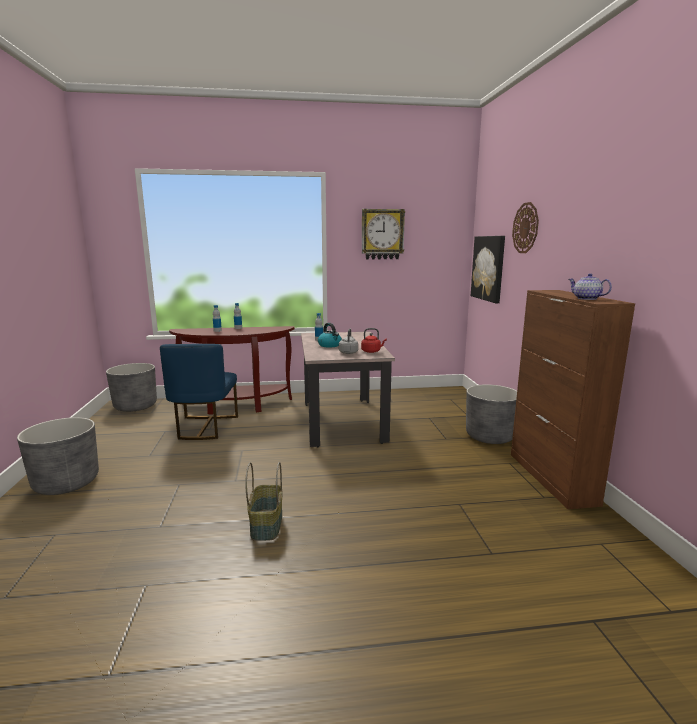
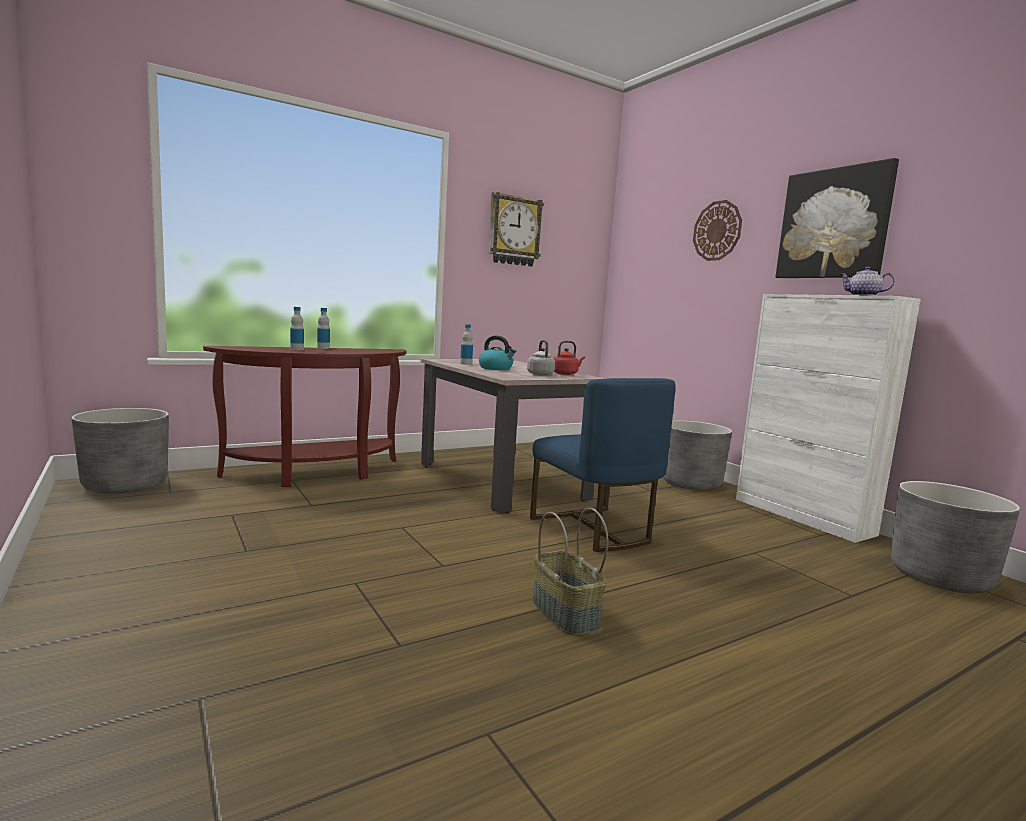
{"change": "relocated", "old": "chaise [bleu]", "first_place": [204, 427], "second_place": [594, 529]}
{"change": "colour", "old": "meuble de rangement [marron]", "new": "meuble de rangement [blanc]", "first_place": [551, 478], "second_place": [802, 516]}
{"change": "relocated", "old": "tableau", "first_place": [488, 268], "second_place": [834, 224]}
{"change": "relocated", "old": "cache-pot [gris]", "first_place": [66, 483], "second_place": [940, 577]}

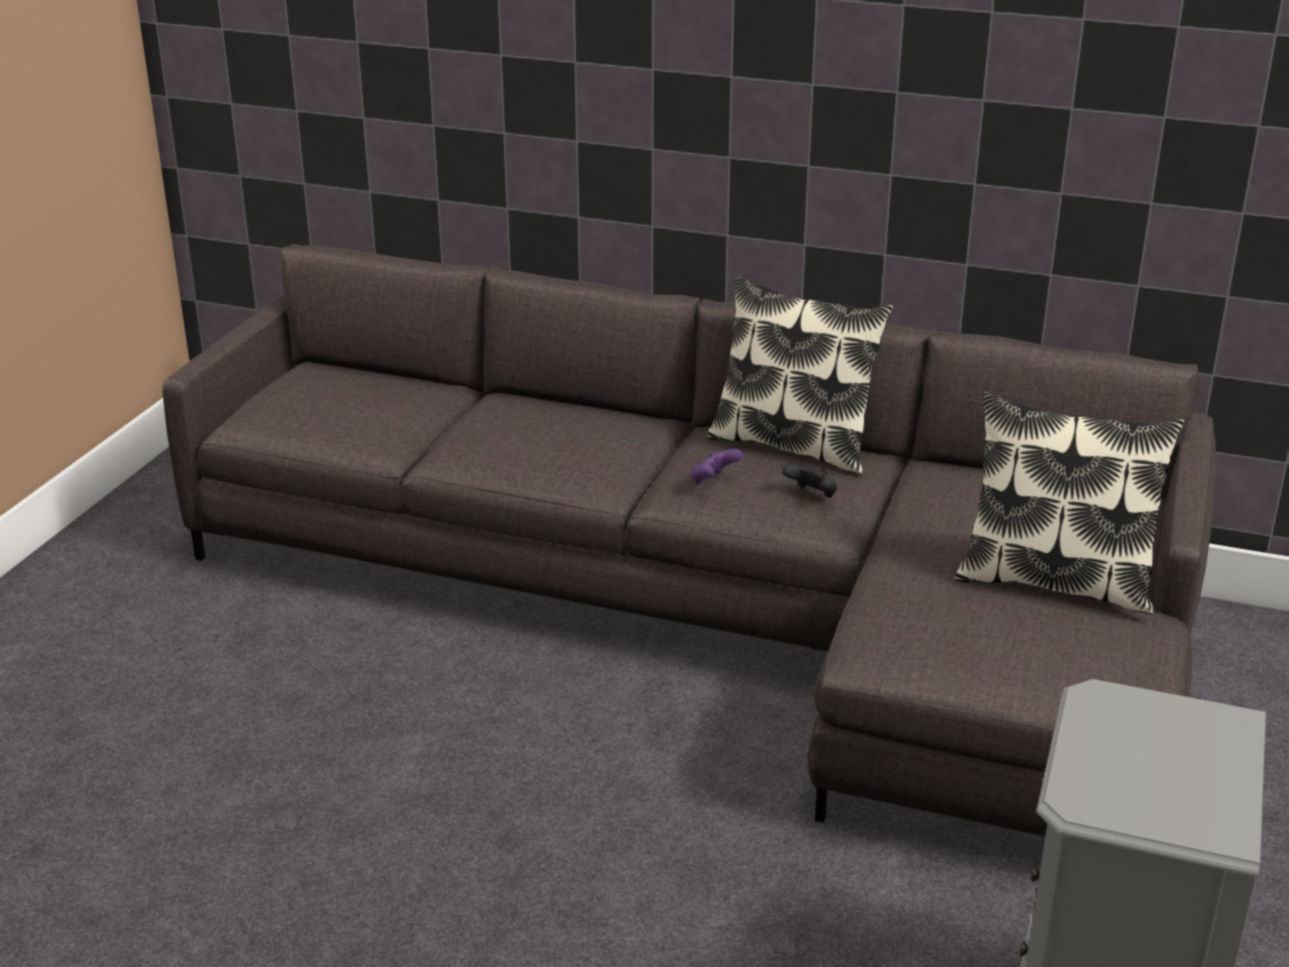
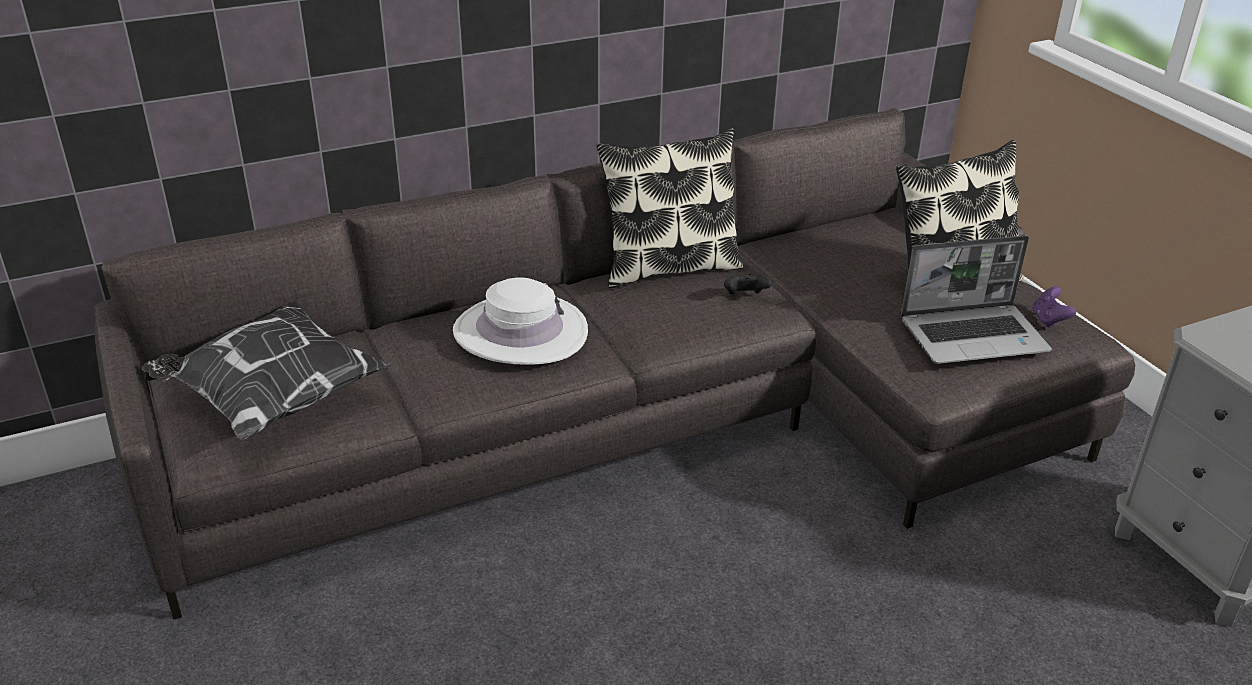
{"change": "appeared", "new": "coussin", "second_place": [272, 399]}
{"change": "appeared", "new": "chapeau [blanc]", "second_place": [520, 332]}
{"change": "appeared", "new": "ordinateur portable", "second_place": [974, 336]}
{"change": "relocated", "old": "manette [violet]", "first_place": [713, 481], "second_place": [1048, 320]}

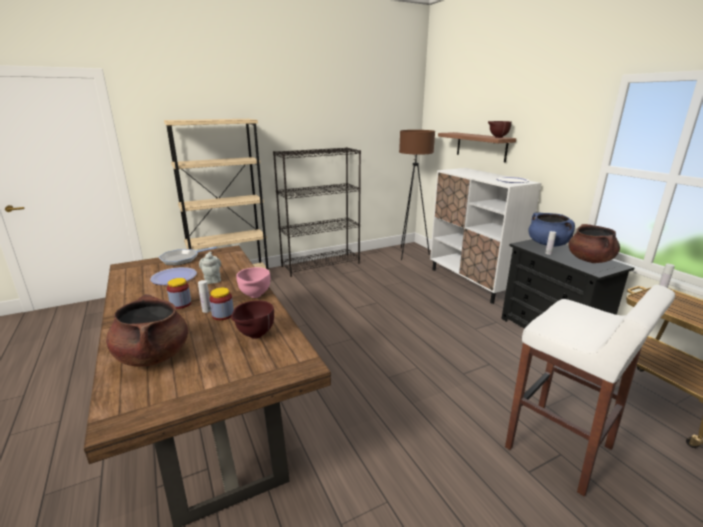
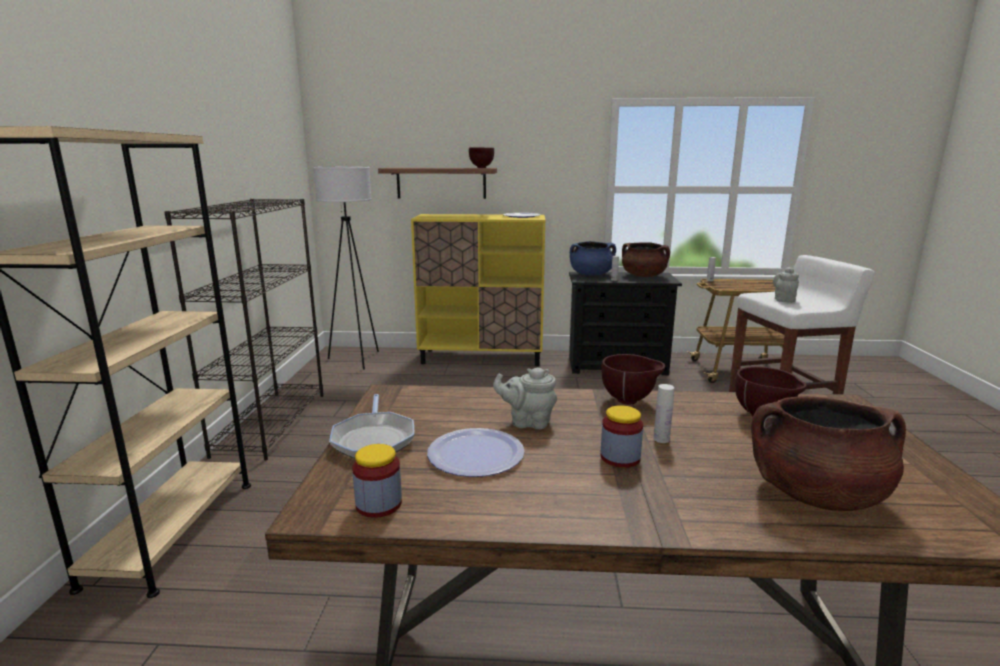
{"change": "colour", "old": "lampadaire [marron]", "new": "lampadaire [blanc]", "first_place": [410, 254], "second_place": [357, 360]}
{"change": "relocated", "old": "bocal", "first_place": [223, 315], "second_place": [379, 504]}
{"change": "colour", "old": "meuble de rangement [blanc]", "new": "meuble de rangement [jaune]", "first_place": [472, 282], "second_place": [482, 357]}
{"change": "colour", "old": "bol [rose]", "new": "bol [marron]", "first_place": [255, 296], "second_place": [630, 401]}
{"change": "appeared", "new": "théière [gris]", "second_place": [784, 299]}

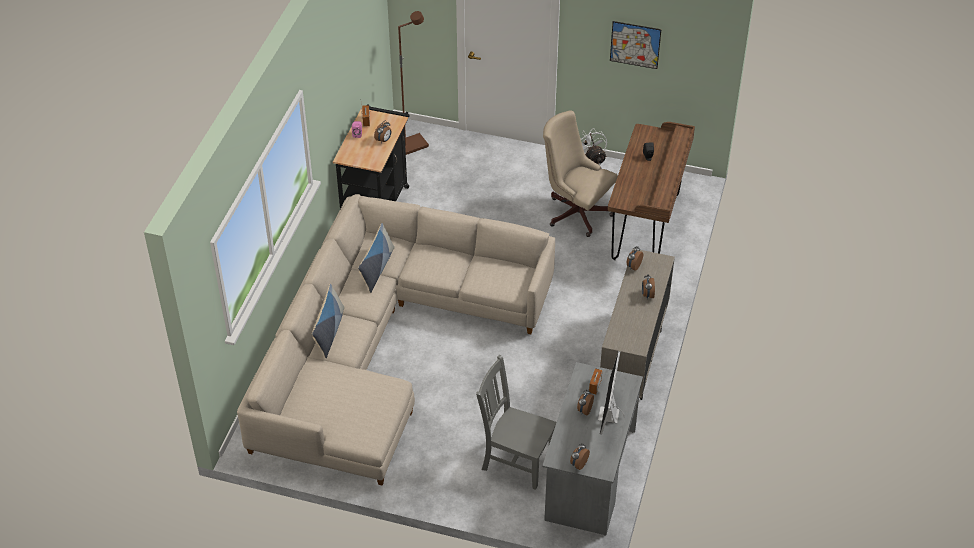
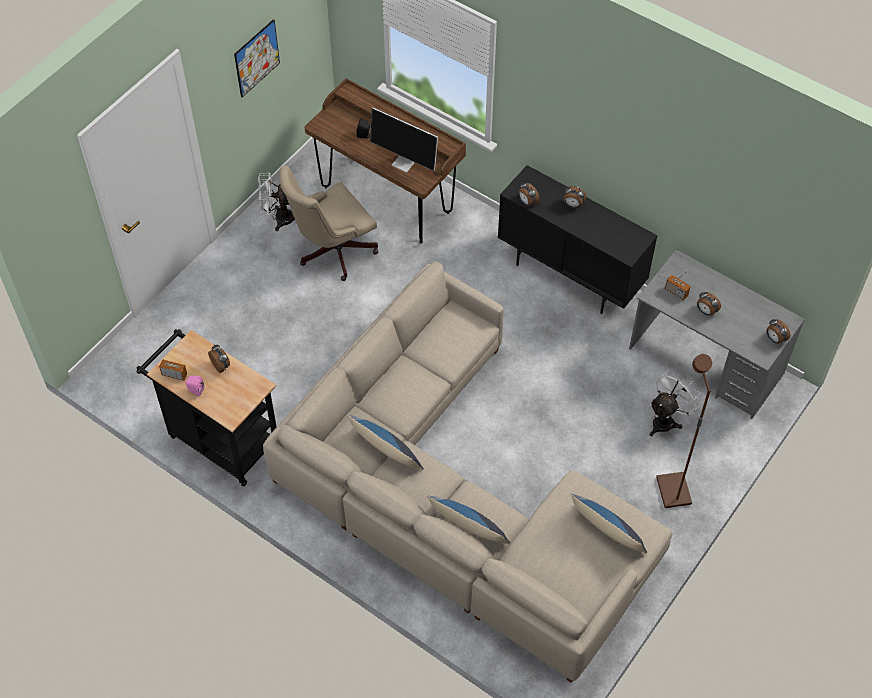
{"change": "relocated", "old": "écran d'ordinateur", "first_place": [608, 415], "second_place": [405, 162]}
{"change": "colour", "old": "meuble de rangement [beige]", "new": "meuble de rangement [noir]", "first_place": [632, 361], "second_place": [570, 276]}
{"change": "appeared", "new": "coussin", "second_place": [606, 533]}
{"change": "exchanged", "old": "chaise [gris]", "new": "ventilateur [blanc]", "first_place": [515, 460], "second_place": [666, 419]}
{"change": "relocated", "old": "lampadaire [marron]", "first_place": [412, 144], "second_place": [672, 491]}

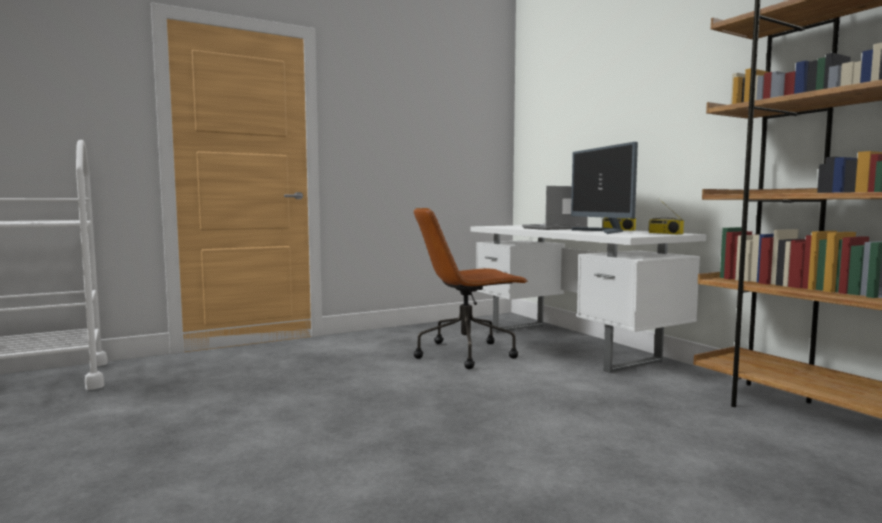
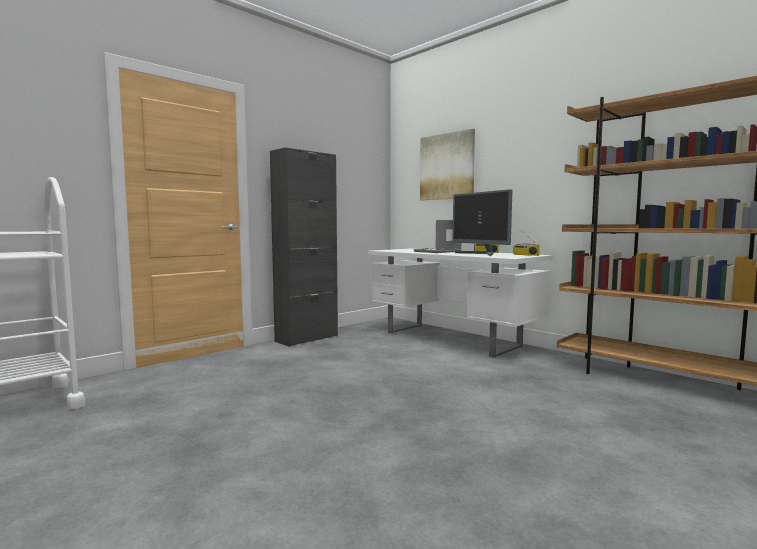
{"change": "appeared", "new": "meuble de rangement [noir]", "second_place": [307, 339]}
{"change": "appeared", "new": "tableau", "second_place": [447, 166]}
{"change": "missing", "old": "chaise de bureau [marron]", "first_place": [467, 353]}

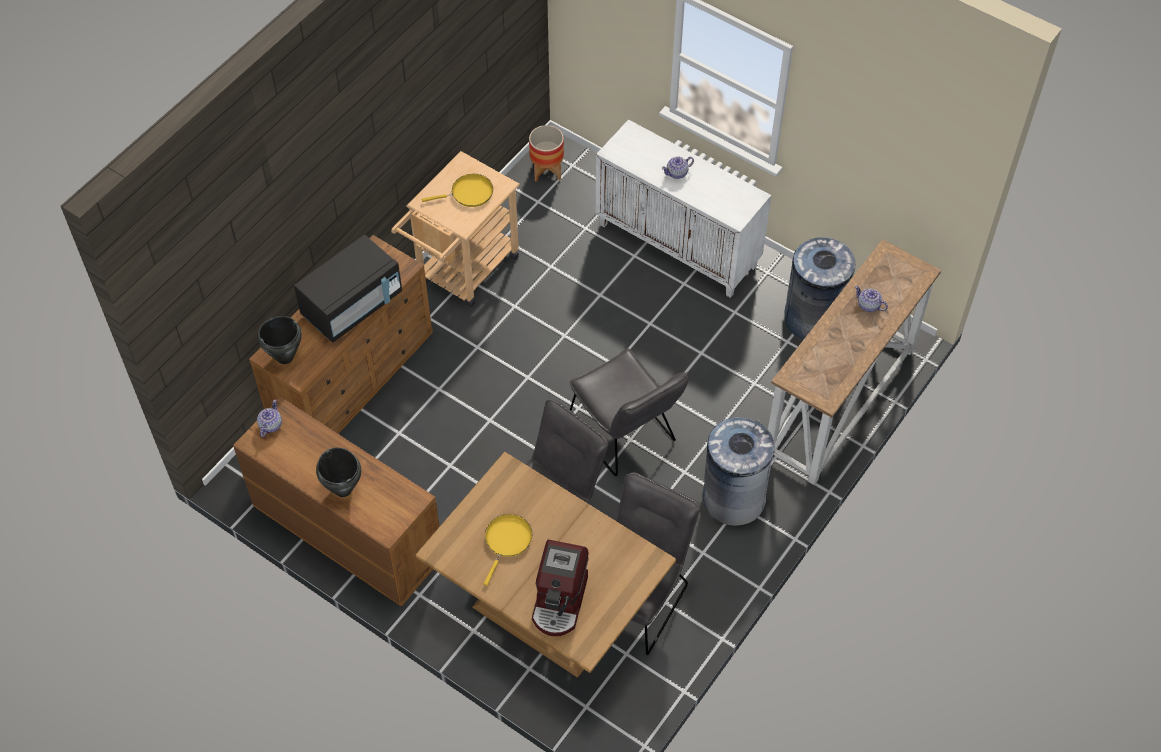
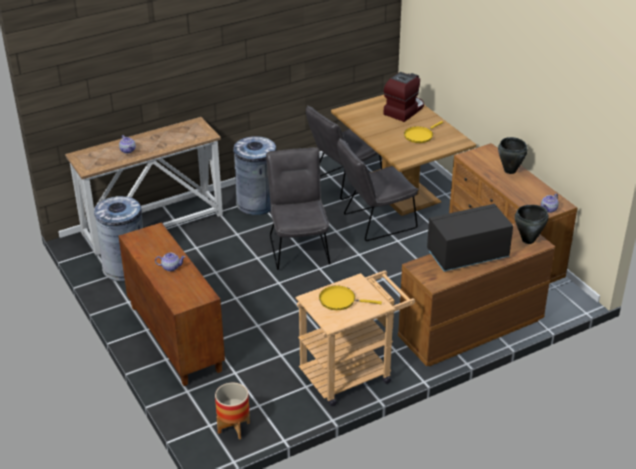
{"change": "colour", "old": "meuble de rangement [blanc]", "new": "meuble de rangement [marron]", "first_place": [679, 245], "second_place": [174, 338]}

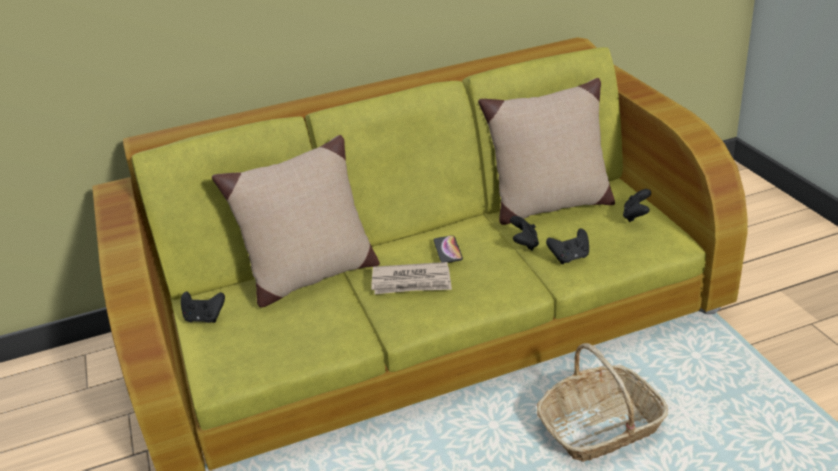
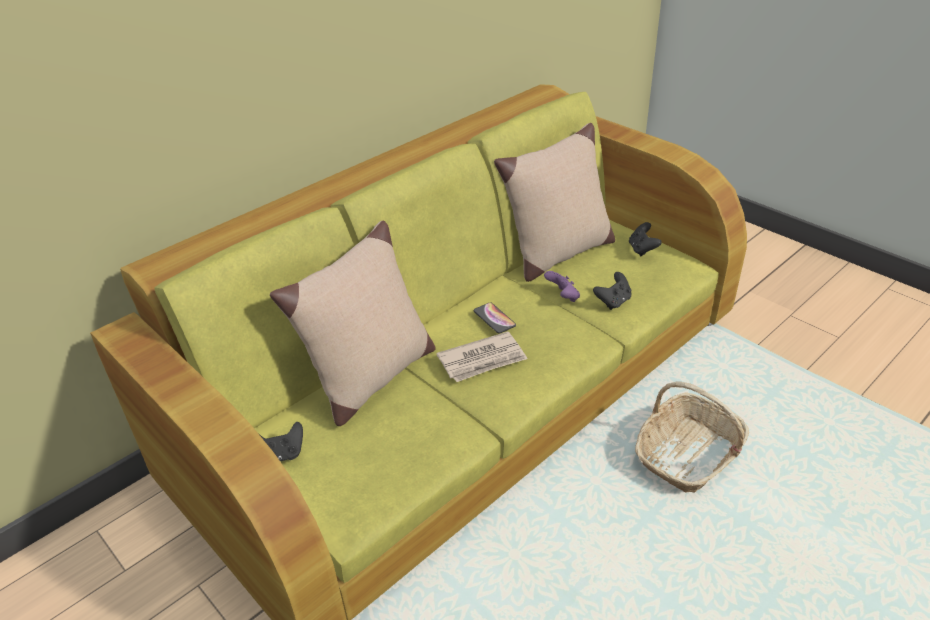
{"change": "colour", "old": "manette [noir]", "new": "manette [violet]", "first_place": [524, 244], "second_place": [563, 297]}

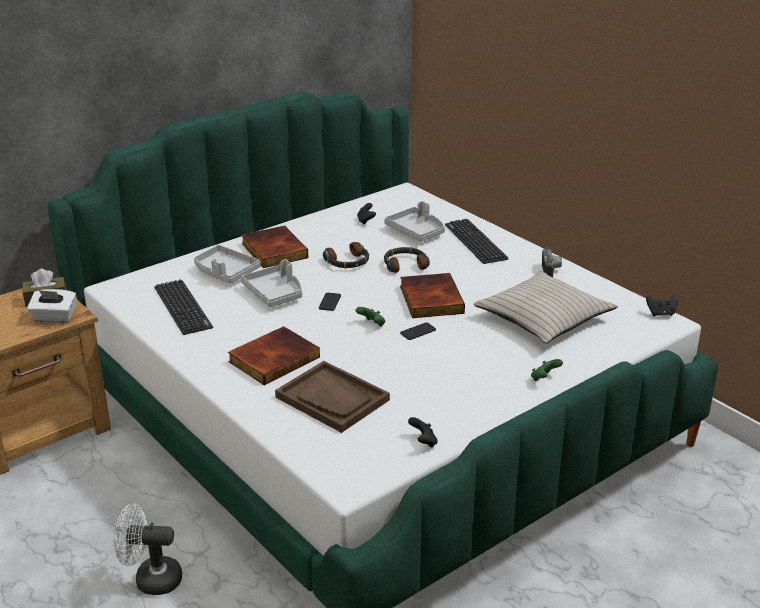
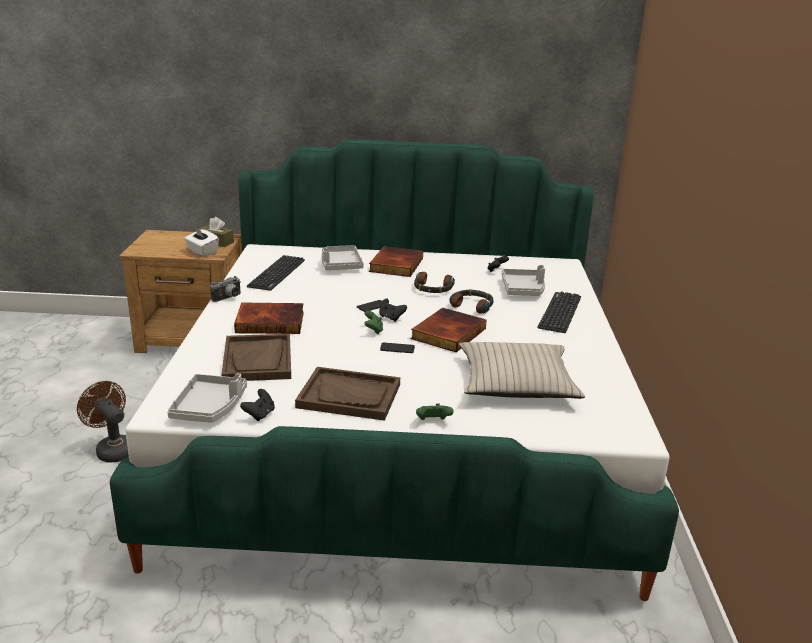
{"change": "colour", "old": "ventilateur [blanc]", "new": "ventilateur [marron]", "first_place": [151, 579], "second_place": [112, 449]}
{"change": "relocated", "old": "plateau [gris]", "first_place": [275, 293], "second_place": [209, 407]}
{"change": "relocated", "old": "appareil photo", "first_place": [551, 271], "second_place": [228, 298]}
{"change": "appeared", "new": "plateau [marron]", "second_place": [349, 396]}
{"change": "relocated", "old": "manette [noir]", "first_place": [661, 314], "second_place": [391, 318]}

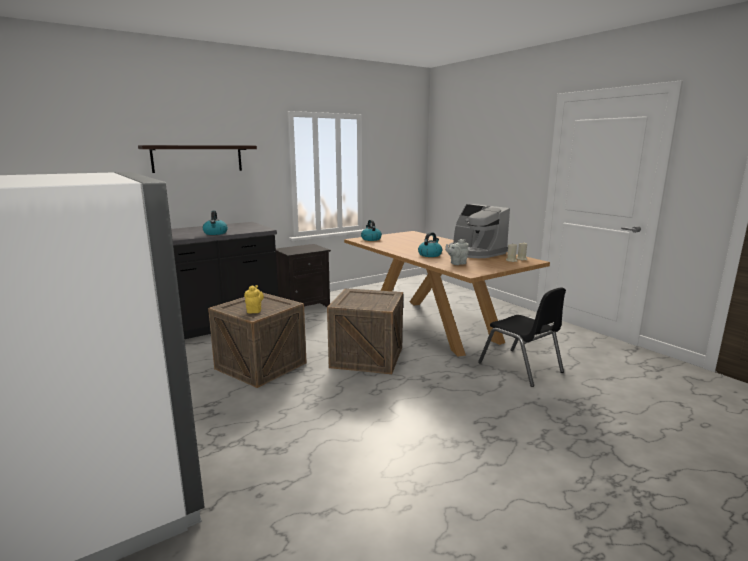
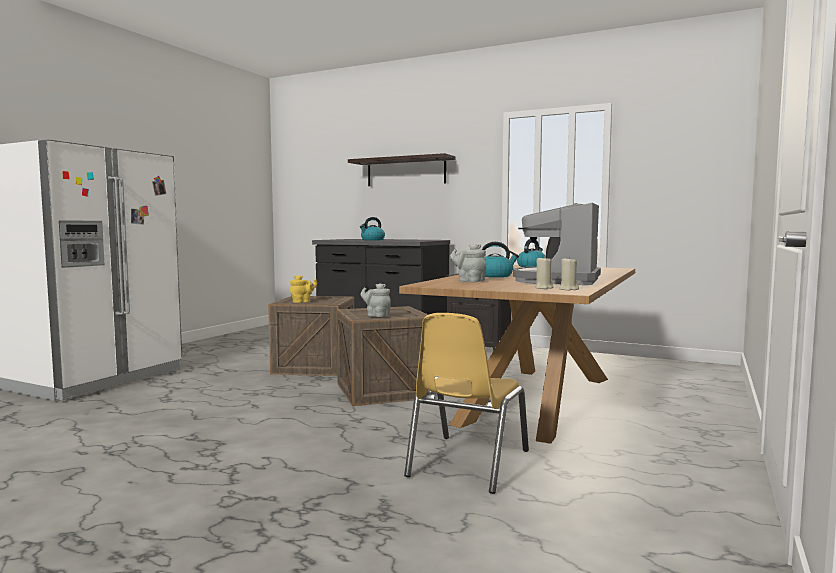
{"change": "appeared", "new": "théière [gris]", "second_place": [376, 315]}
{"change": "colour", "old": "chaise [noir]", "new": "chaise [jaune]", "first_place": [520, 367], "second_place": [467, 463]}

